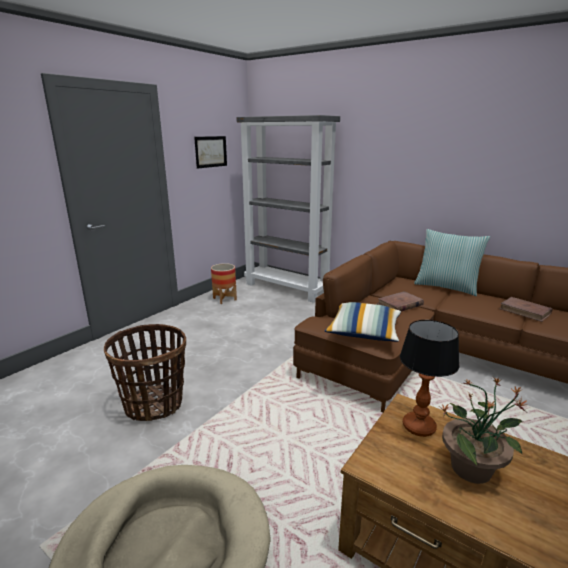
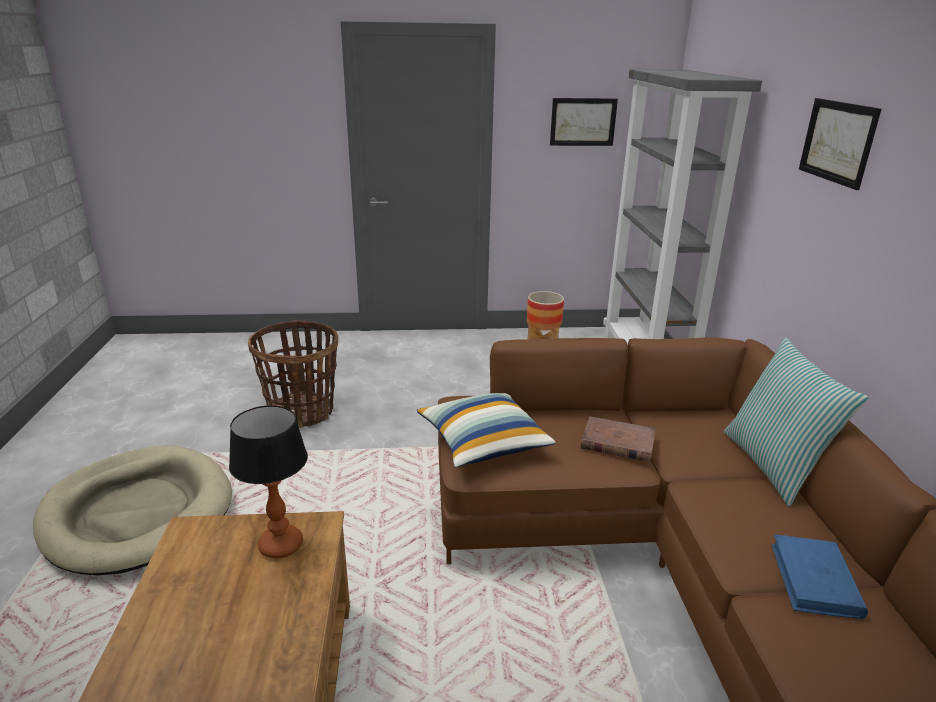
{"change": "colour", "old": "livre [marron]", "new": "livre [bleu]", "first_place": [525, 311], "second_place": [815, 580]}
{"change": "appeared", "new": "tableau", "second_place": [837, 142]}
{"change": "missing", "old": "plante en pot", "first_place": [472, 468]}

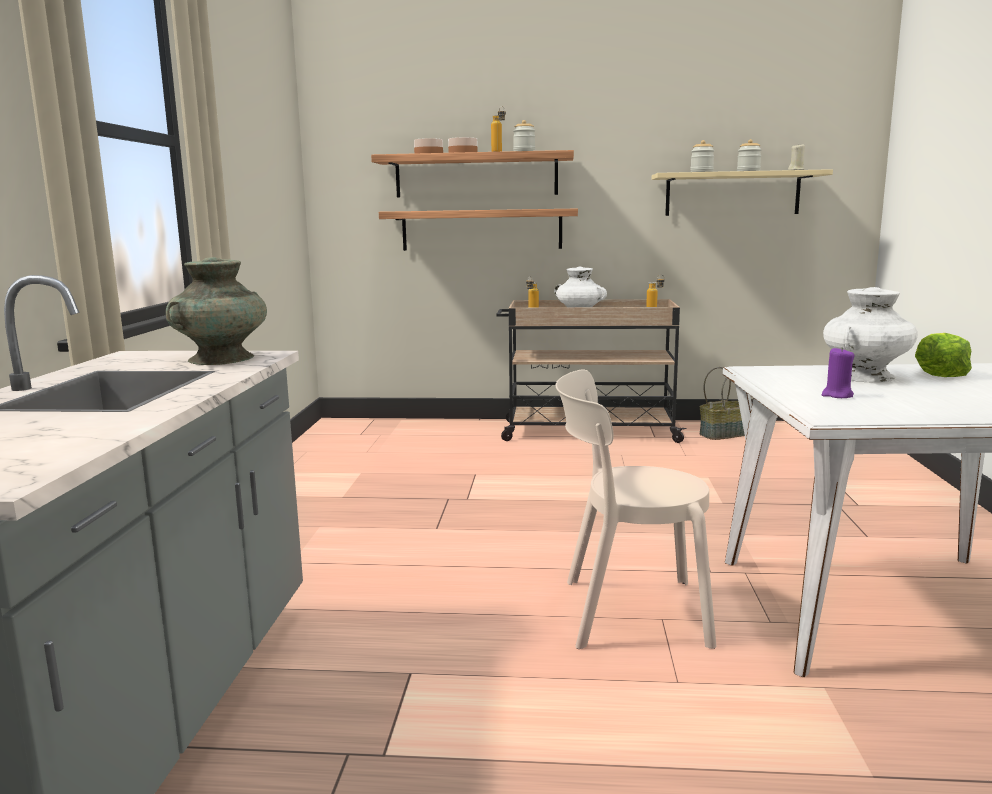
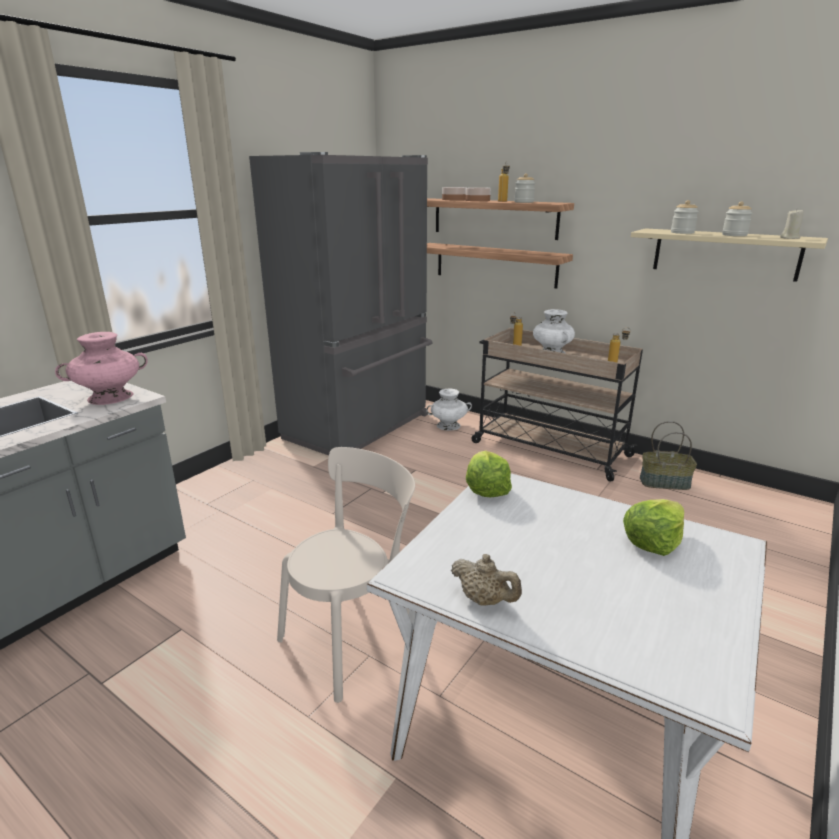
{"change": "colour", "old": "vase [turquoise]", "new": "vase [rose]", "first_place": [221, 359], "second_place": [110, 397]}
{"change": "appeared", "new": "réfrigérateur [gris]", "second_place": [360, 427]}
{"change": "spun", "old": "chaise [beige]", "first_place": [626, 612], "second_place": [353, 638], "degrees": 105}
{"change": "relocated", "old": "vase [blanc]", "first_place": [865, 376], "second_place": [448, 425]}
{"change": "appeared", "new": "théière [beige]", "second_place": [484, 600]}
{"change": "appeared", "new": "laitue", "second_place": [486, 488]}
{"change": "missing", "old": "bougie [violet]", "first_place": [837, 395]}

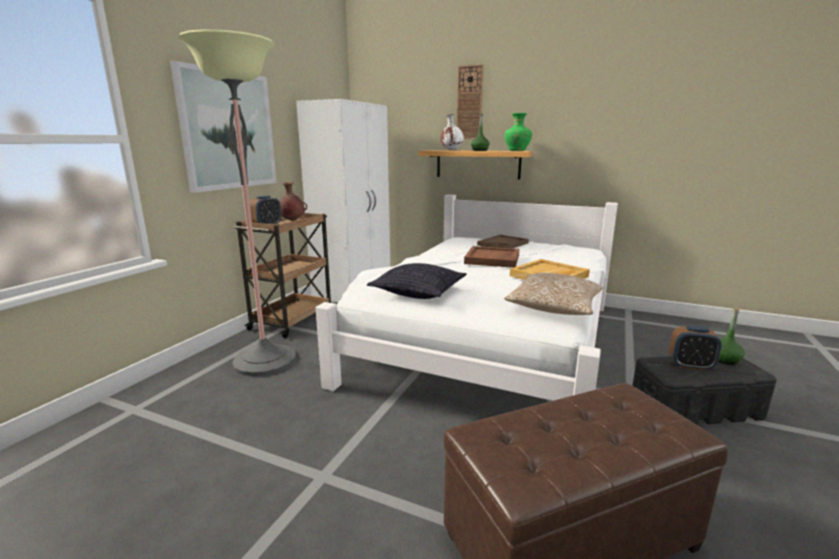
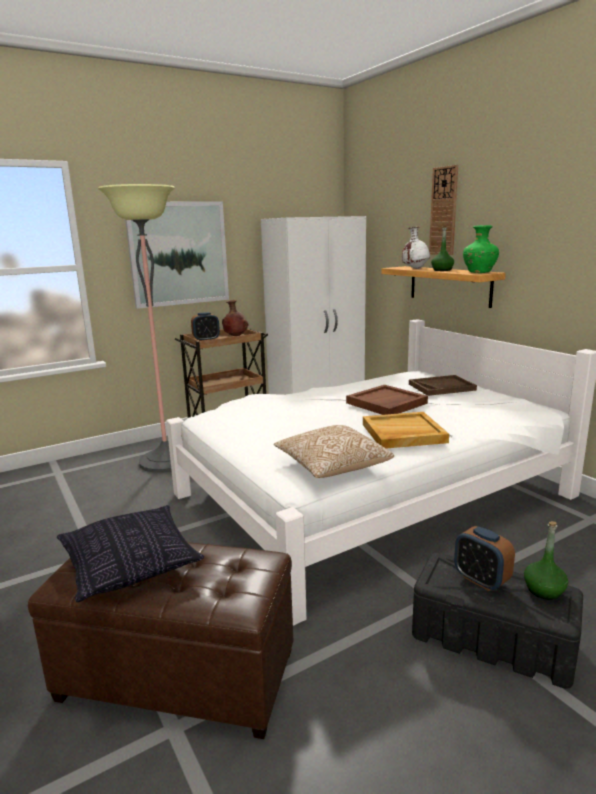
{"change": "relocated", "old": "coussin", "first_place": [419, 292], "second_place": [131, 566]}

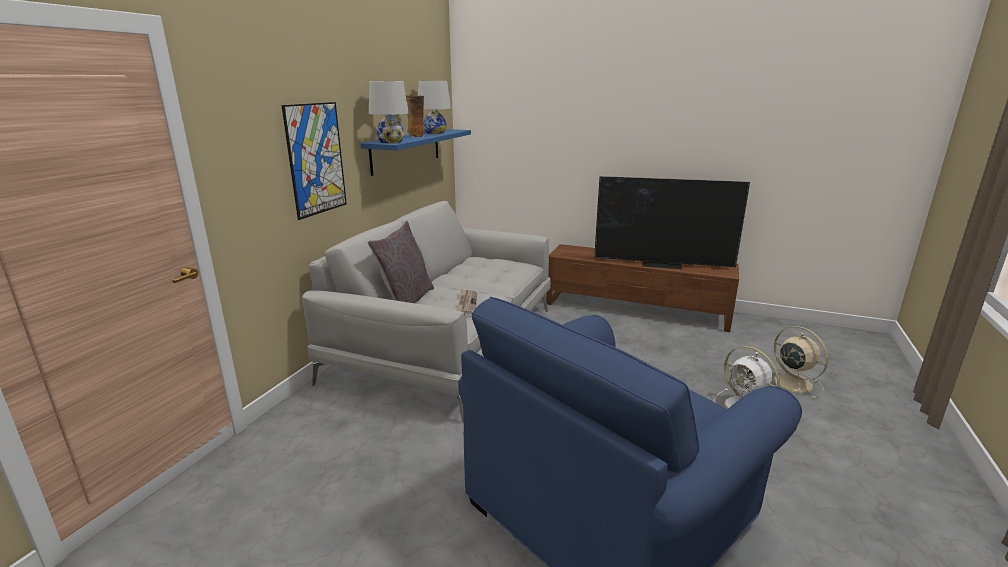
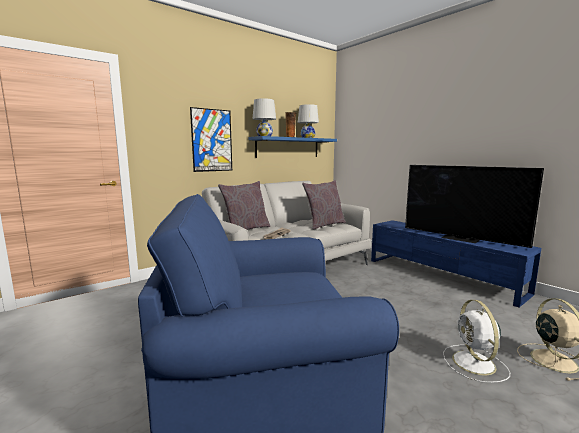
{"change": "appeared", "new": "coussin [gris]", "second_place": [324, 225]}
{"change": "colour", "old": "meuble télé [marron]", "new": "meuble télé [bleu]", "first_place": [636, 309], "second_place": [442, 276]}

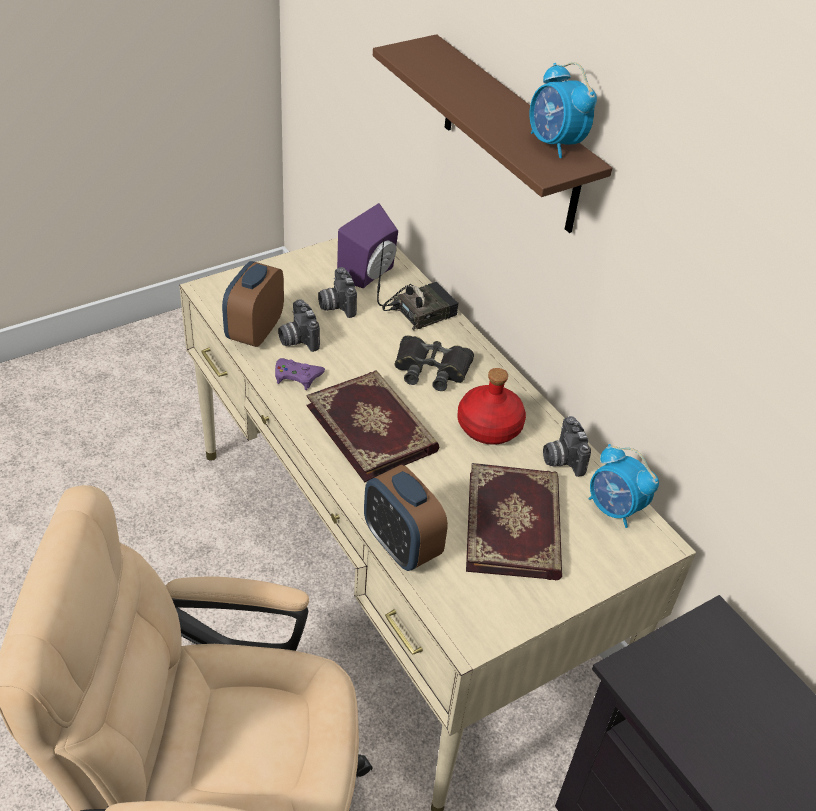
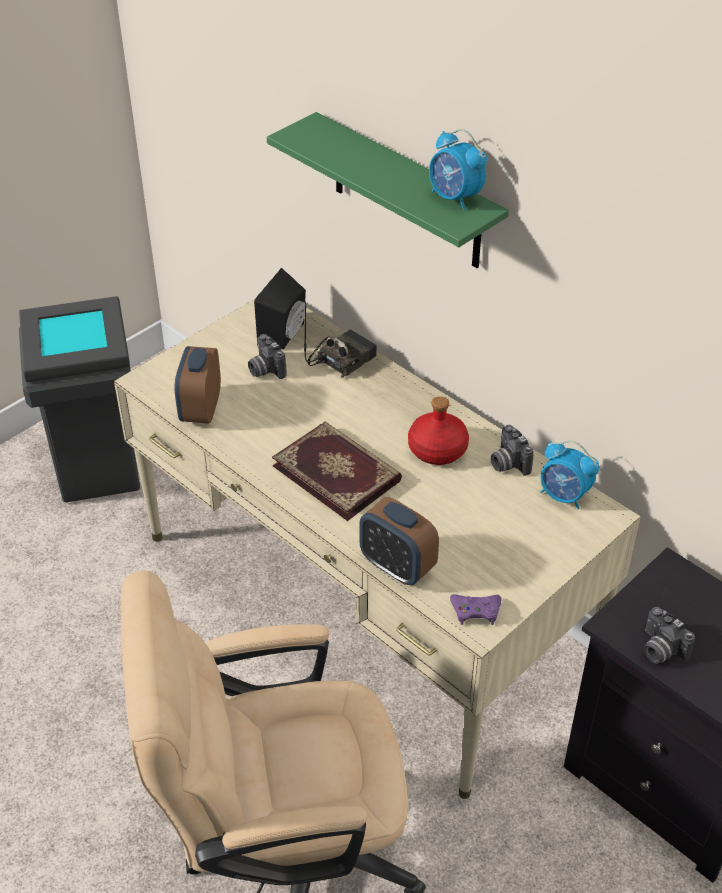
{"change": "appeared", "new": "poubelle [gris]", "second_place": [99, 470]}
{"change": "colour", "old": "enceinte [violet]", "new": "enceinte [noir]", "first_place": [370, 275], "second_place": [286, 334]}
{"change": "colour", "old": "étagère [marron]", "new": "étagère [vert]", "first_place": [511, 136], "second_place": [406, 193]}
{"change": "relocated", "old": "manette [violet]", "first_place": [297, 376], "second_place": [476, 611]}
{"change": "relocated", "old": "appareil photo", "first_place": [297, 339], "second_place": [660, 650]}
{"change": "missing", "old": "jumelles [noir]", "first_place": [431, 369]}
{"change": "missing", "old": "livre", "first_place": [515, 525]}

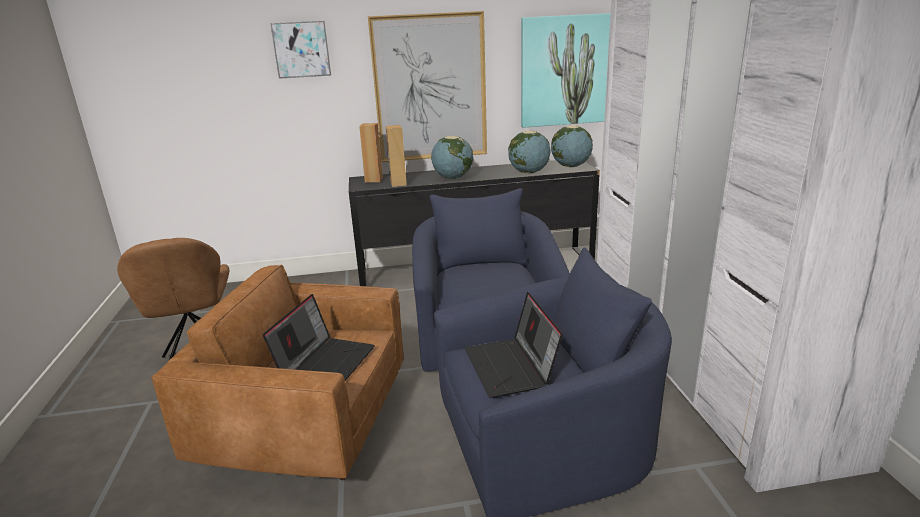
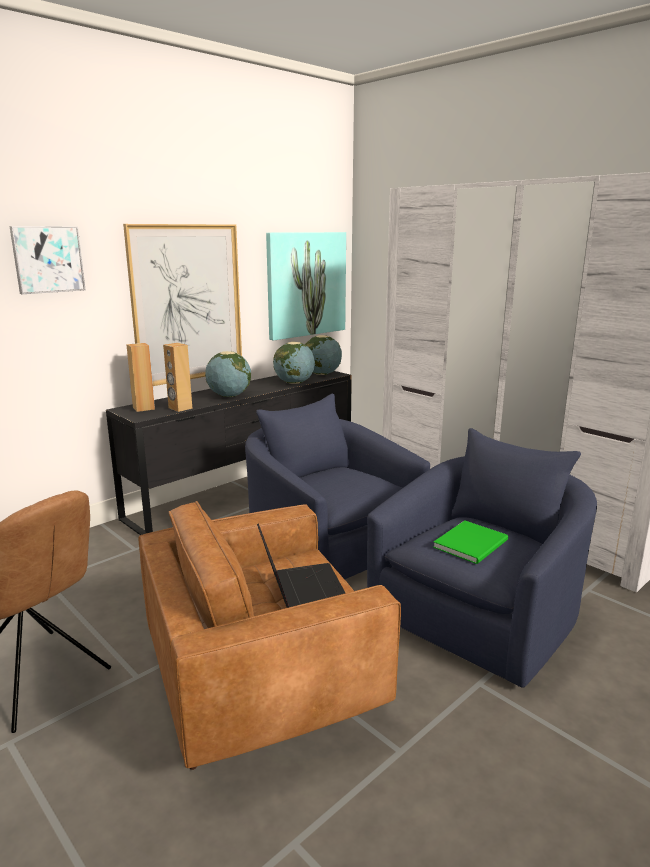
{"change": "exchanged", "old": "ordinateur portable", "new": "livre [vert]", "first_place": [512, 368], "second_place": [473, 543]}

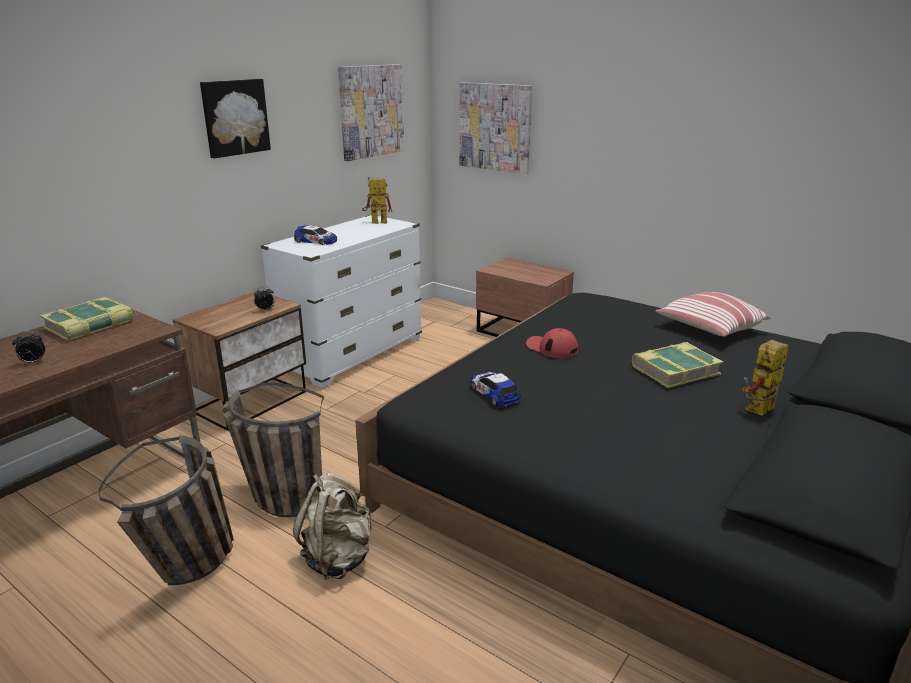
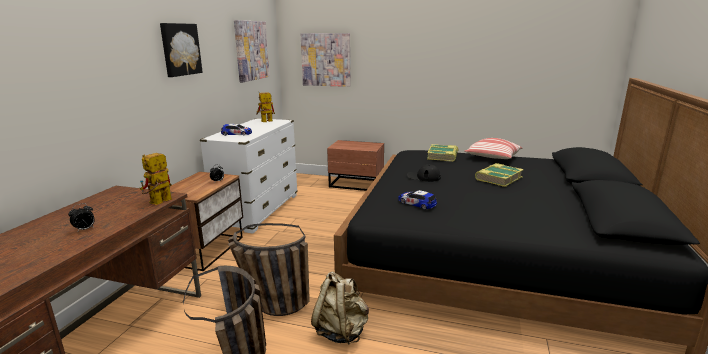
{"change": "relocated", "old": "robot jouet", "first_place": [759, 412], "second_place": [158, 203]}
{"change": "colour", "old": "casquette [rouge]", "new": "casquette [noir]", "first_place": [552, 348], "second_place": [423, 177]}
{"change": "relocated", "old": "livre", "first_place": [90, 325], "second_place": [443, 156]}

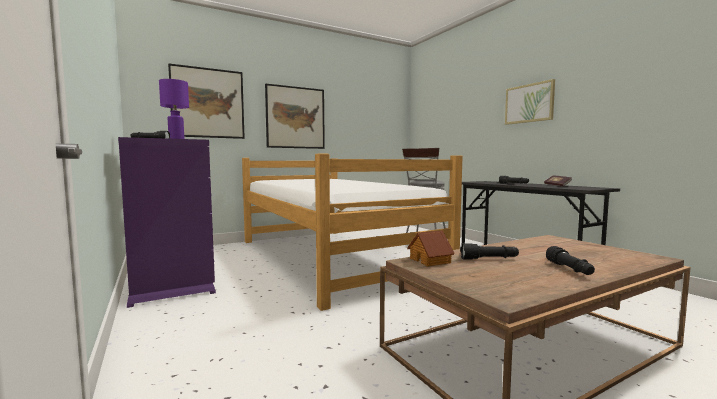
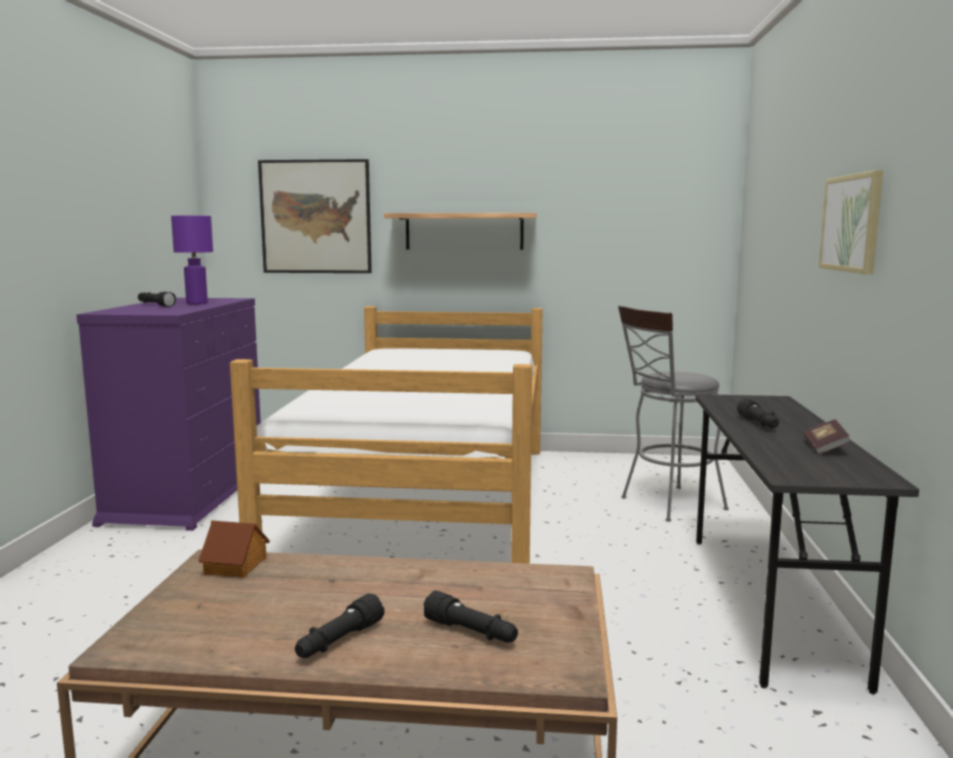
{"change": "exchanged", "old": "tableau", "new": "étagère", "first_place": [295, 117], "second_place": [464, 231]}
{"change": "relocated", "old": "lampe de poche [noir]", "first_place": [489, 259], "second_place": [471, 632]}

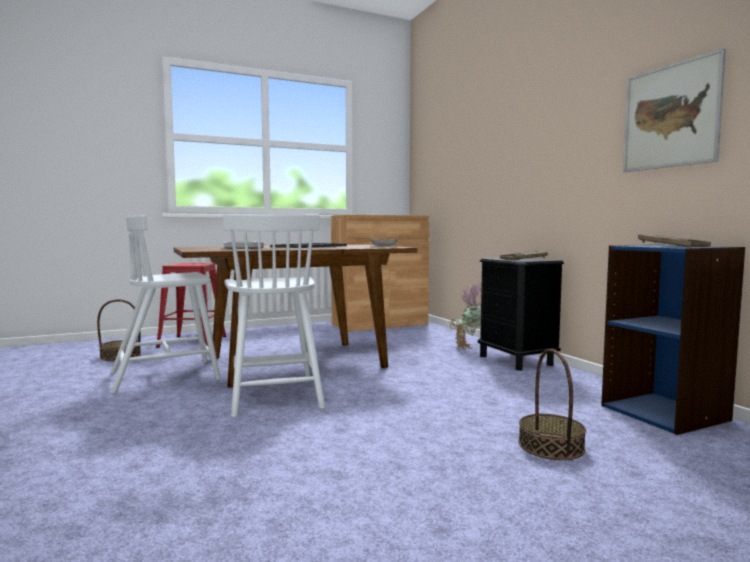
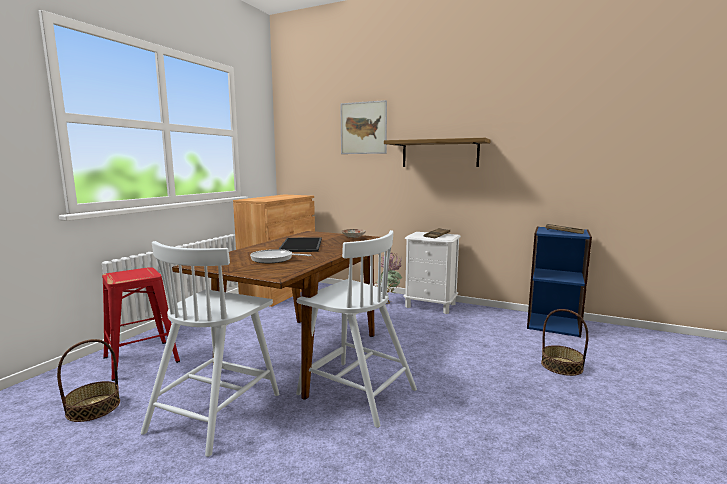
{"change": "relocated", "old": "tableau", "first_place": [670, 116], "second_place": [363, 128]}
{"change": "appeared", "new": "étagère", "second_place": [440, 153]}
{"change": "colour", "old": "table de chevet [noir]", "new": "table de chevet [blanc]", "first_place": [516, 360], "second_place": [430, 305]}

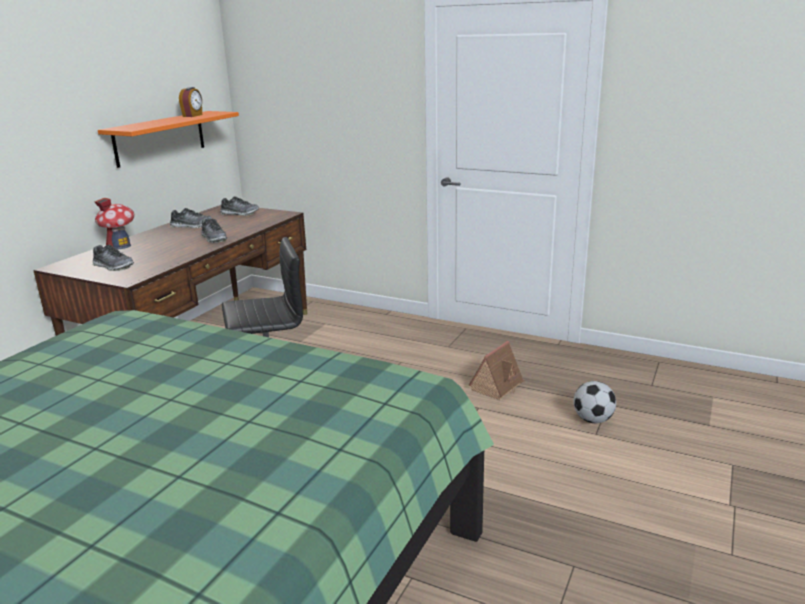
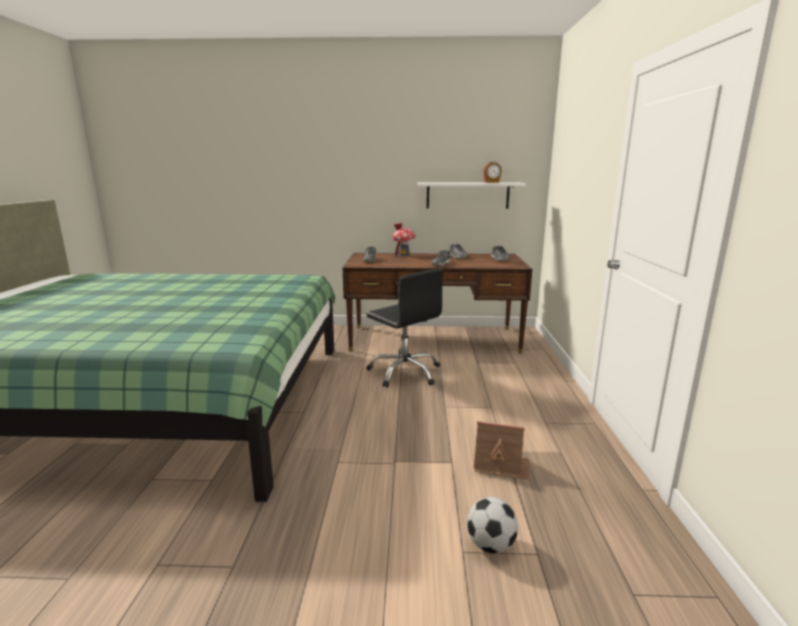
{"change": "colour", "old": "étagère [orange]", "new": "étagère [blanc]", "first_place": [160, 138], "second_place": [467, 195]}

